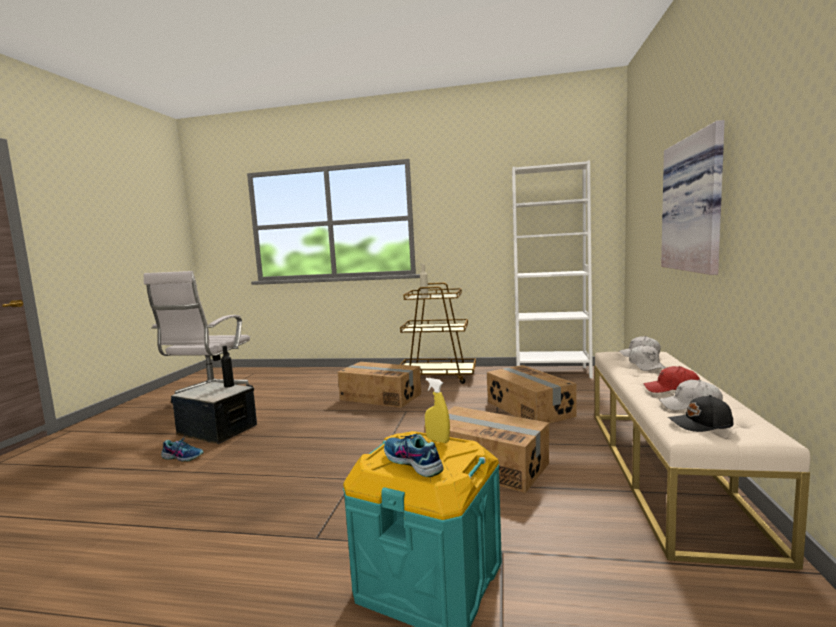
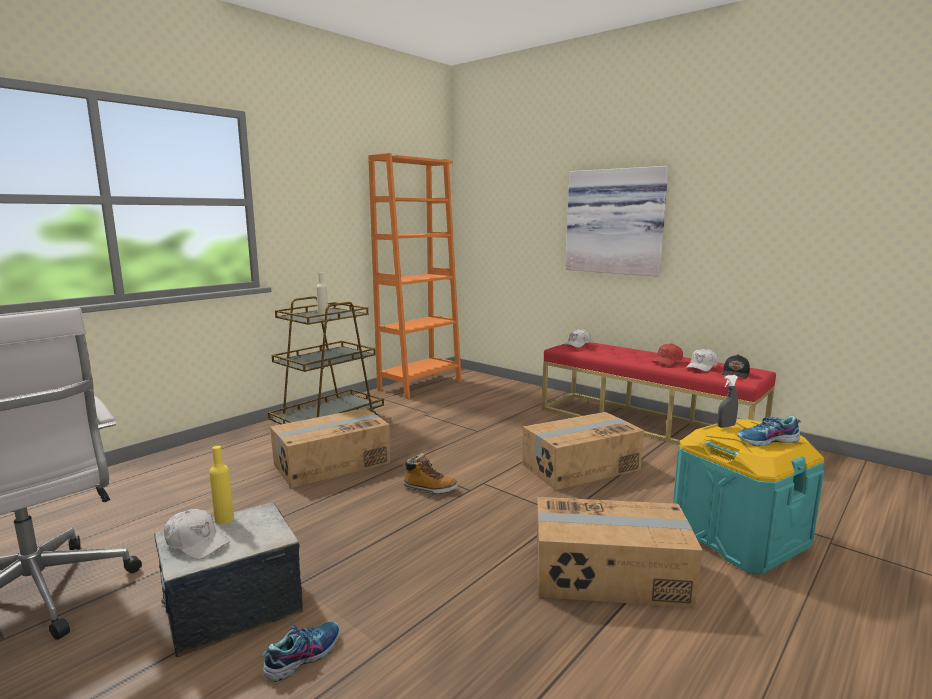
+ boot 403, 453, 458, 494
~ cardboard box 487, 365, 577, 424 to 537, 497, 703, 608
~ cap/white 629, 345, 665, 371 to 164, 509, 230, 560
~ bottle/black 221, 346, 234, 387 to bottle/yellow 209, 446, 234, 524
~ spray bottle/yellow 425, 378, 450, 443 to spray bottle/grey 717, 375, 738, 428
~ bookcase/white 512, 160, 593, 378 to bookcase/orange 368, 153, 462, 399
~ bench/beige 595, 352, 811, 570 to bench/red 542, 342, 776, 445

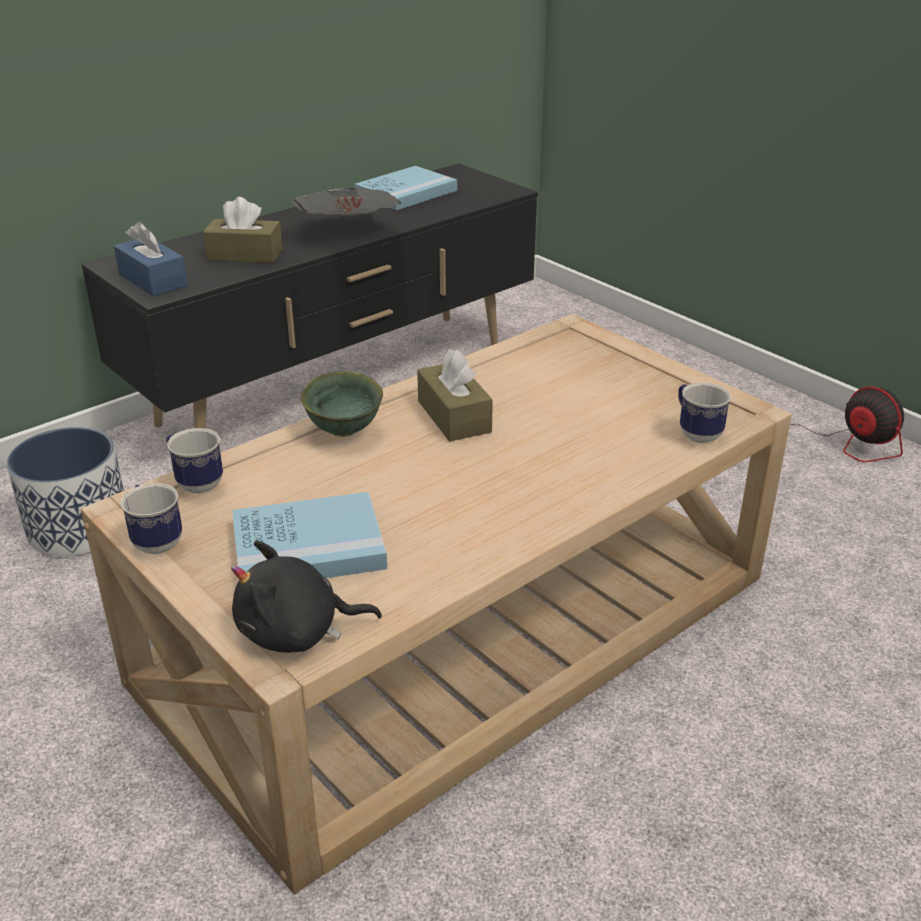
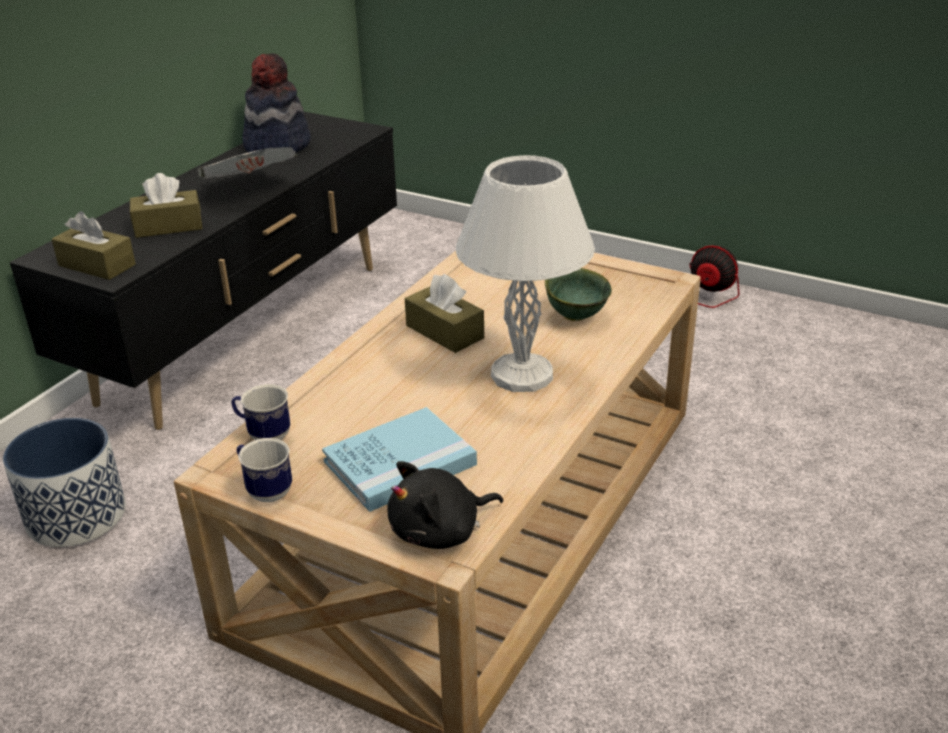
- mug 678, 382, 731, 443
+ table lamp/white 456, 155, 595, 392
~ bowl/green 301, 372, 383, 437 to 545, 268, 612, 321
~ book/blue 355, 166, 457, 210 to hat 243, 53, 311, 153
~ tissue box/blue 114, 222, 187, 296 to tissue box/brown 52, 211, 136, 280

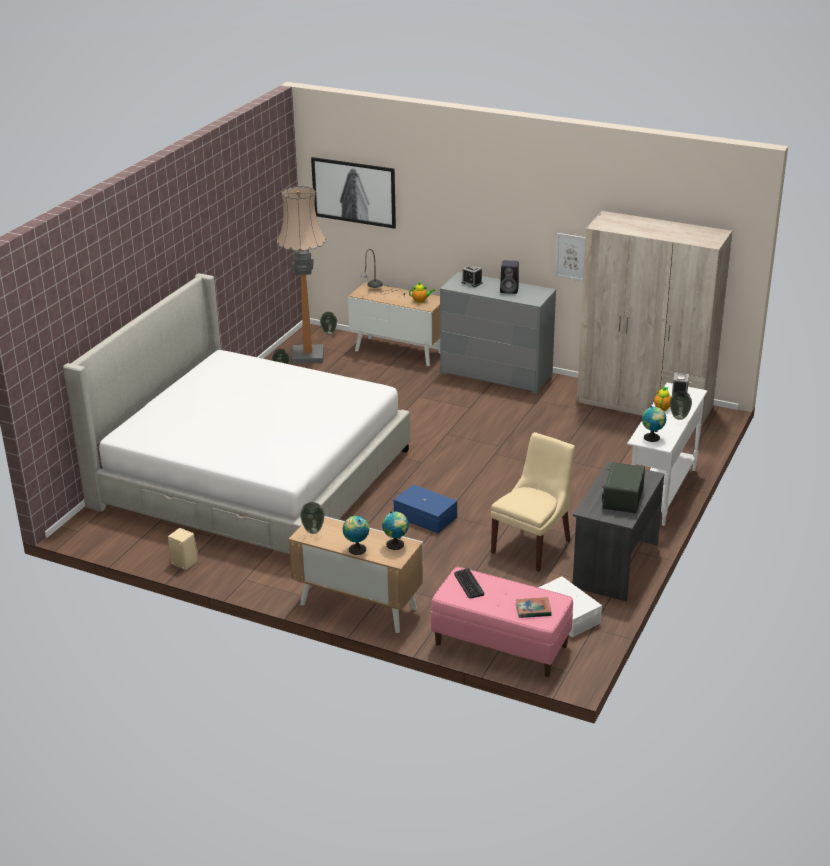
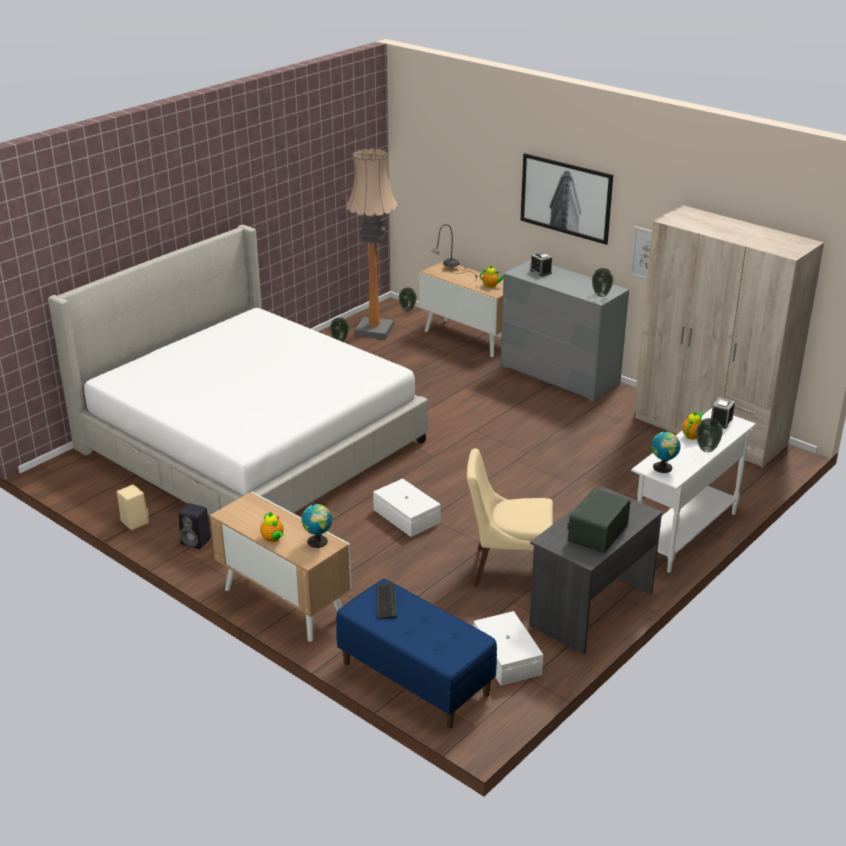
- book 516, 597, 552, 618
~ vase 300, 502, 325, 534 to 592, 268, 614, 297
~ picture 311, 157, 396, 229 to 520, 153, 613, 245
~ speaker/black 500, 260, 519, 294 to 179, 503, 211, 549
~ globe 343, 516, 369, 555 to teapot 260, 512, 284, 543
~ storage box/blue 393, 485, 457, 533 to storage box/white 373, 478, 441, 537
~ bench/pink 431, 567, 573, 677 to bench/blue 336, 579, 497, 728
~ chair/beige 491, 432, 575, 572 = 467, 448, 553, 587 135 degrees counterclockwise

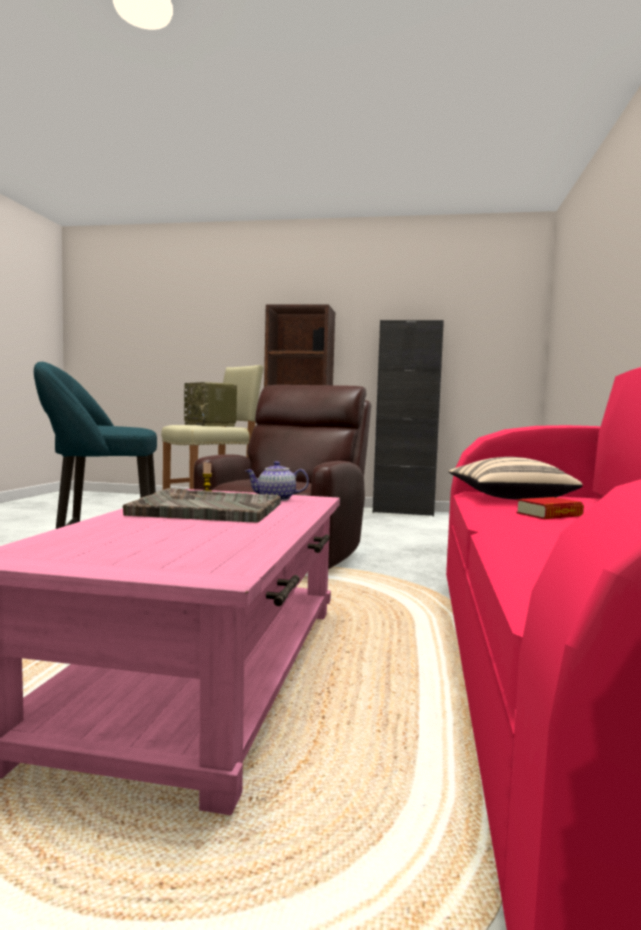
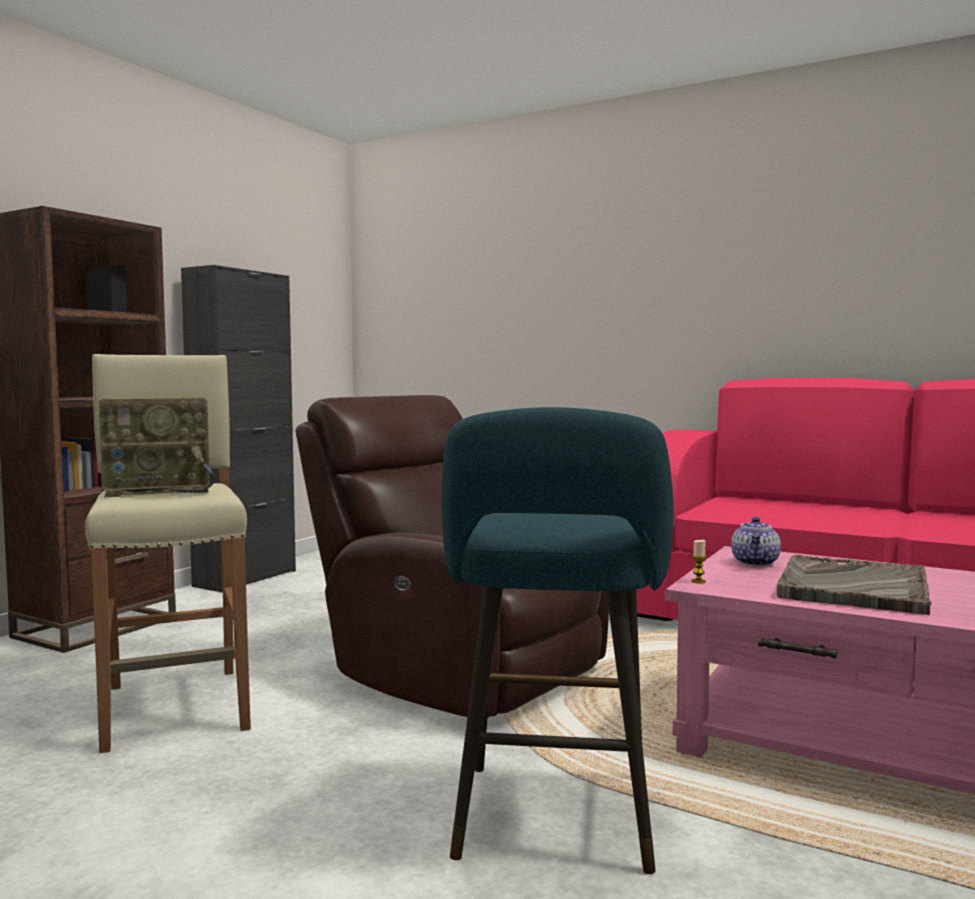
- pillow/beige 449, 457, 583, 500
- book 517, 497, 584, 519

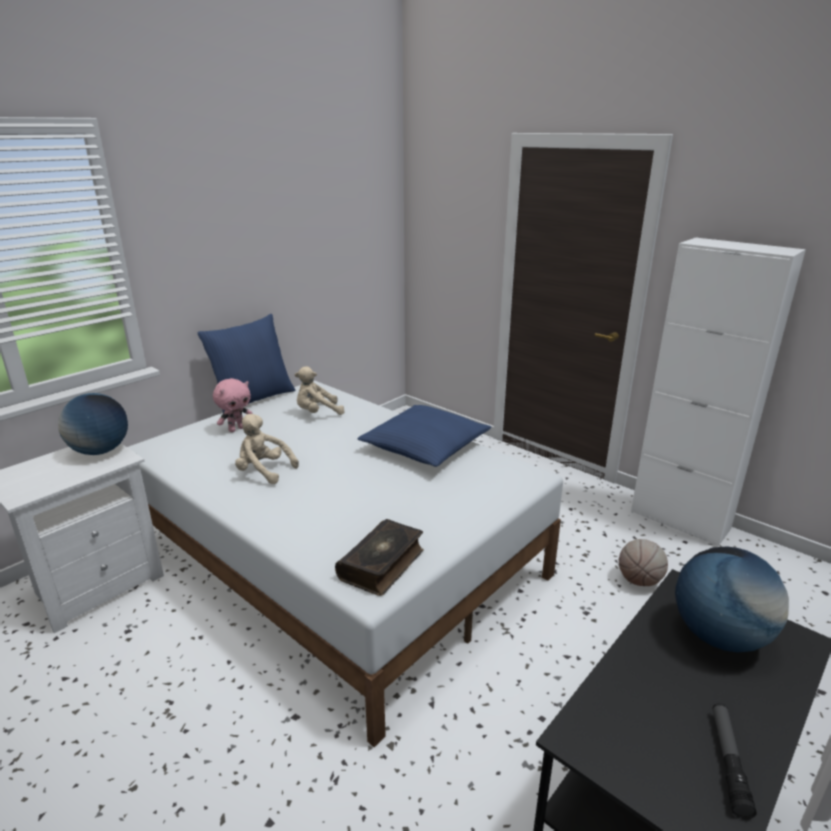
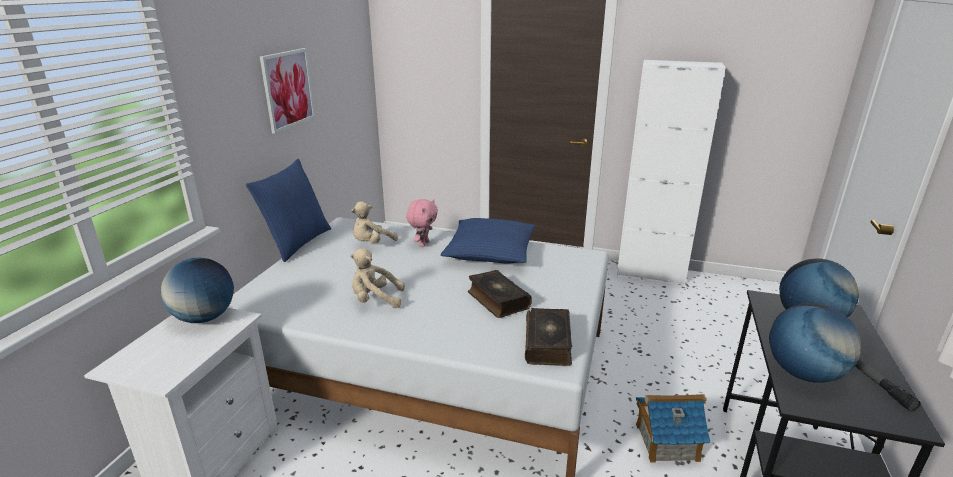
- basketball 619, 539, 668, 586
+ picture 260, 48, 315, 134
+ book 468, 270, 532, 318
+ toy house 636, 394, 710, 463
+ globe 769, 303, 861, 383
~ plush toy/pink 213, 378, 253, 432 to 406, 199, 438, 247

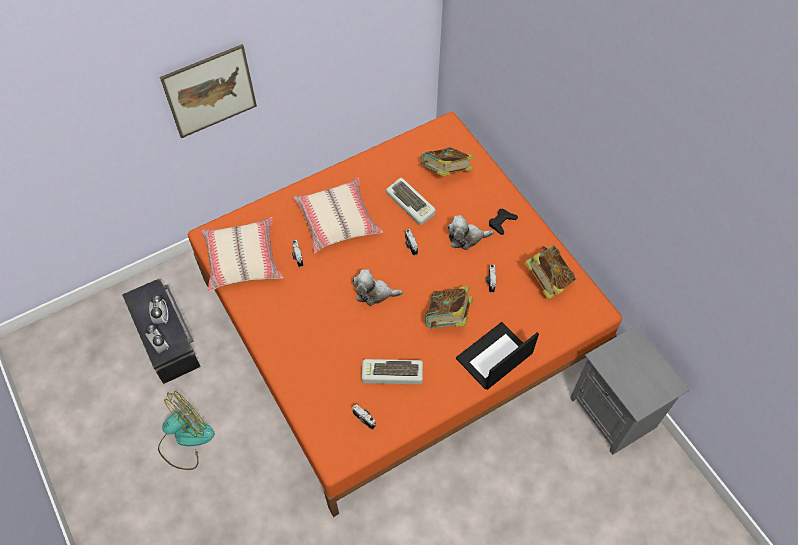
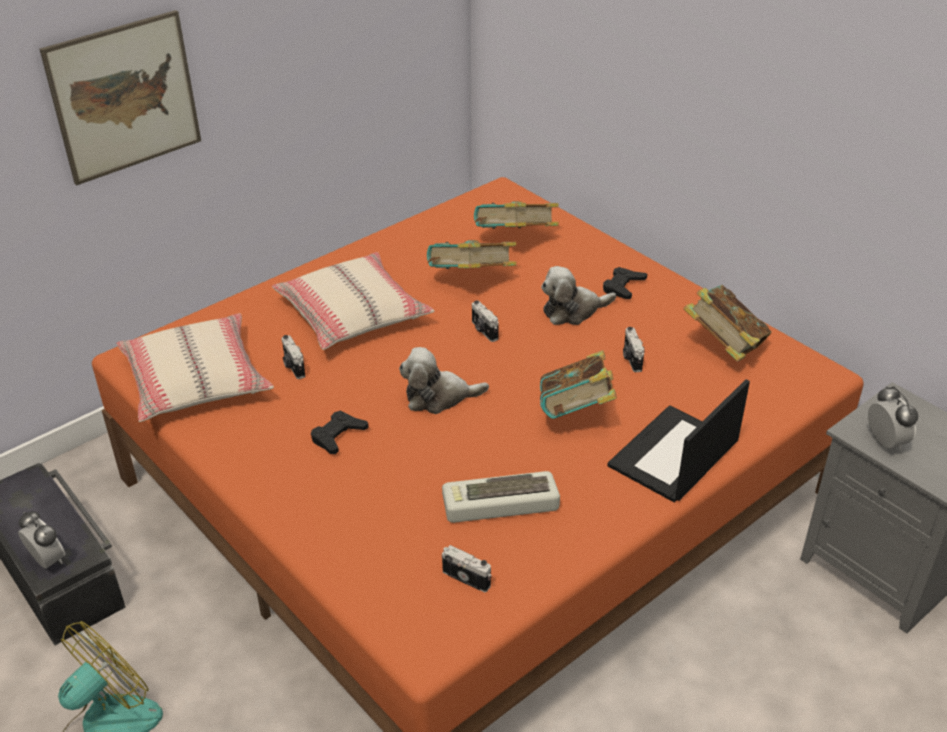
+ game controller/black 311, 411, 369, 454
~ alarm clock 149, 295, 168, 324 to 868, 386, 918, 450
~ keyboard 386, 178, 436, 225 to book 427, 240, 517, 269

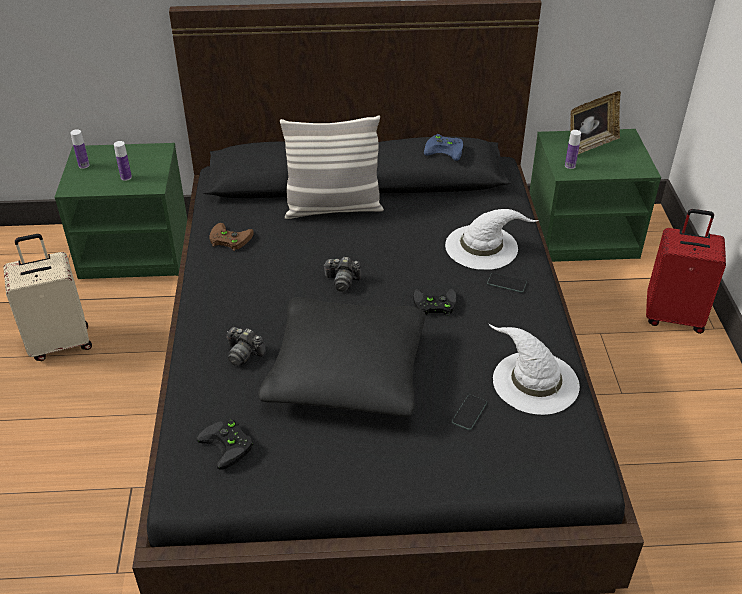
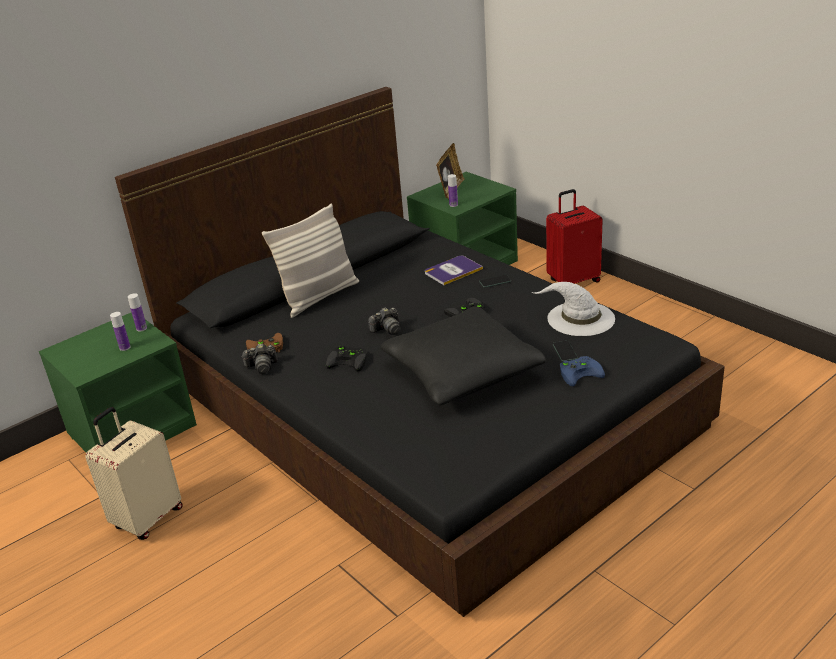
~ bottle 70, 129, 90, 169 to 128, 293, 147, 332
~ game controller/black 197, 419, 253, 470 to 326, 345, 366, 372
~ photo camera 227, 327, 266, 366 to 241, 344, 278, 374
~ game controller/blue 424, 134, 463, 161 to 560, 356, 605, 386
~ hat/white 445, 209, 539, 270 to book 425, 256, 483, 285

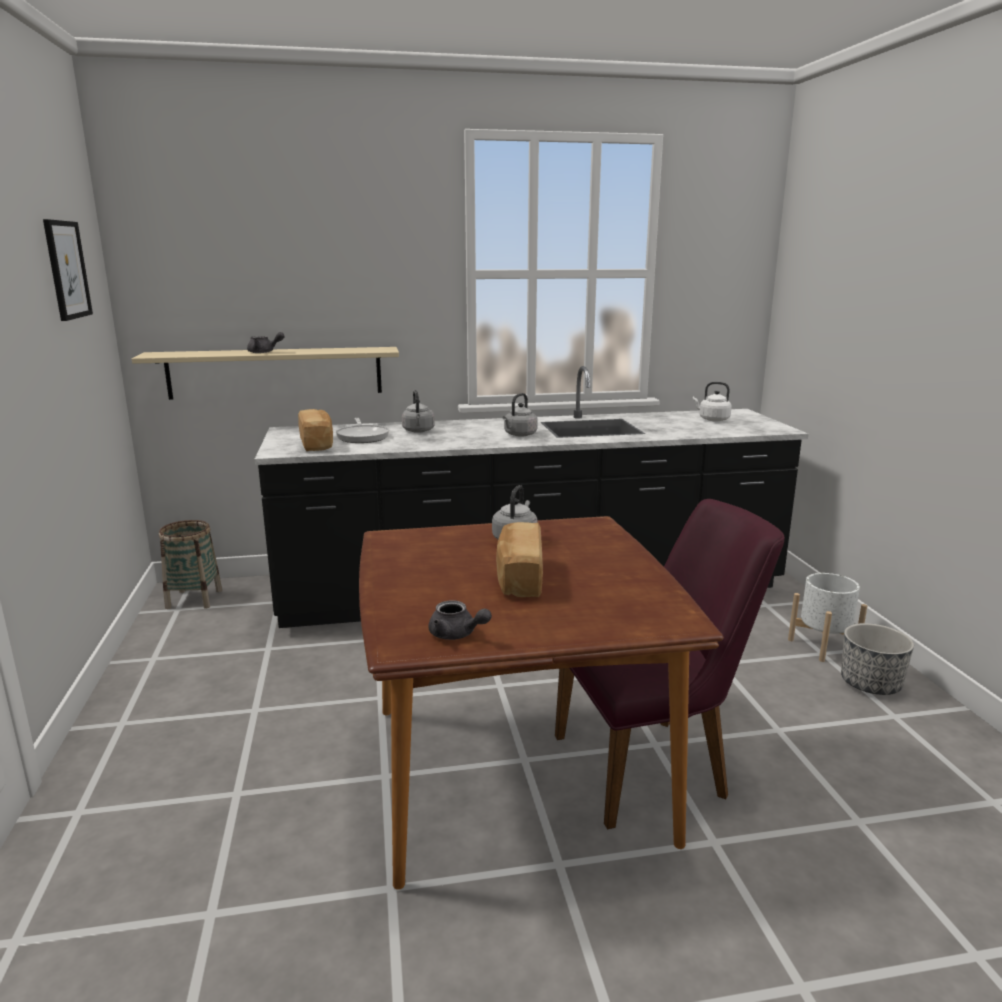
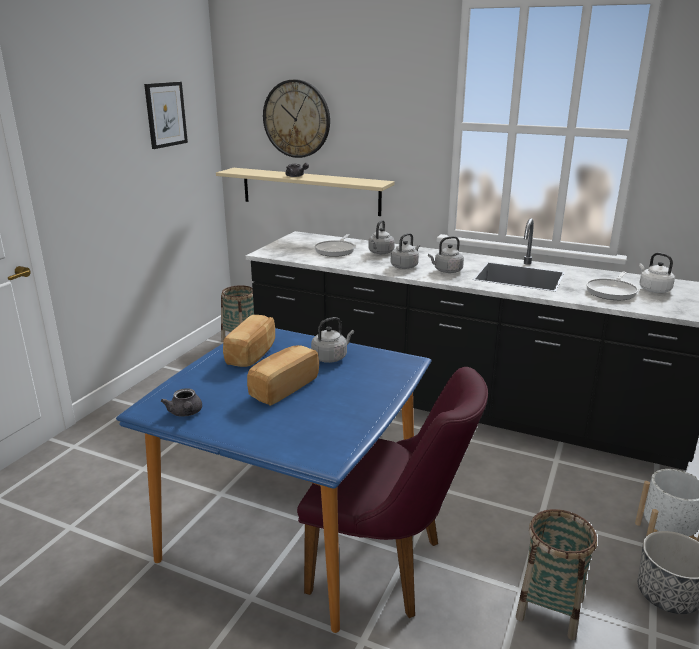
+ wall clock 263, 79, 330, 158
+ kettle/grey 391, 233, 420, 269
+ basket 516, 509, 597, 640
+ frying pan 586, 272, 638, 300
~ bread 298, 409, 333, 451 to 223, 315, 275, 367
~ dining table/brown 359, 516, 724, 890 to dining table/blue 116, 328, 432, 633

